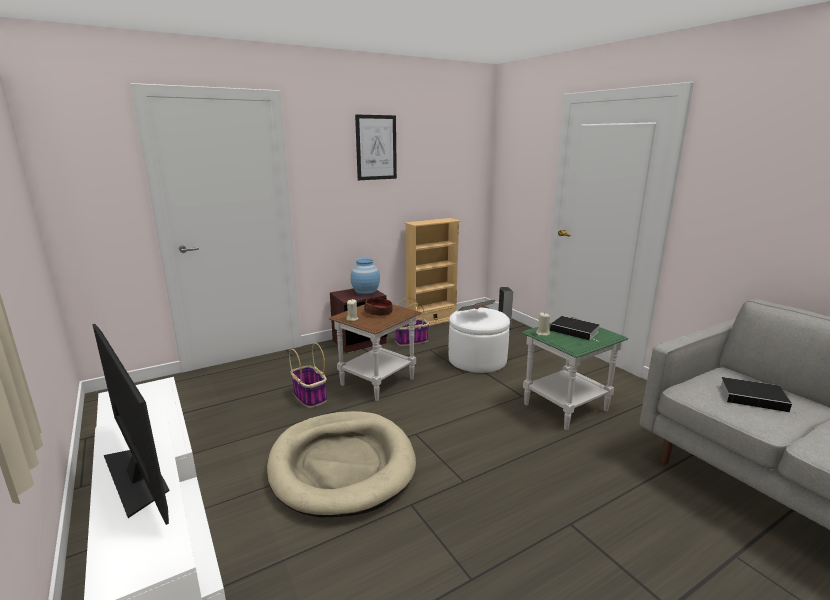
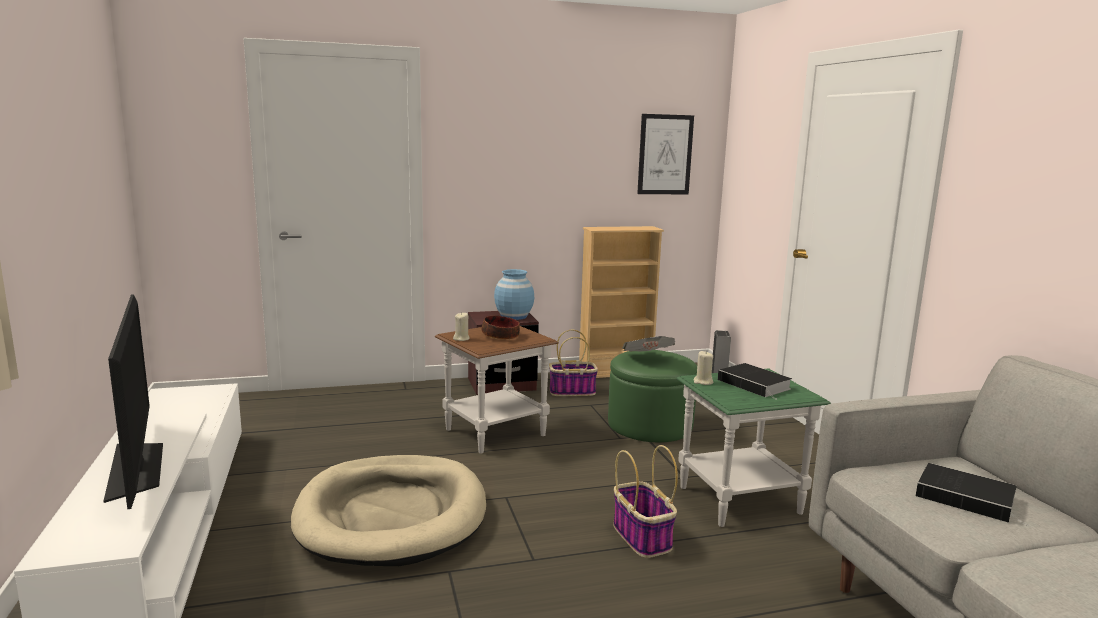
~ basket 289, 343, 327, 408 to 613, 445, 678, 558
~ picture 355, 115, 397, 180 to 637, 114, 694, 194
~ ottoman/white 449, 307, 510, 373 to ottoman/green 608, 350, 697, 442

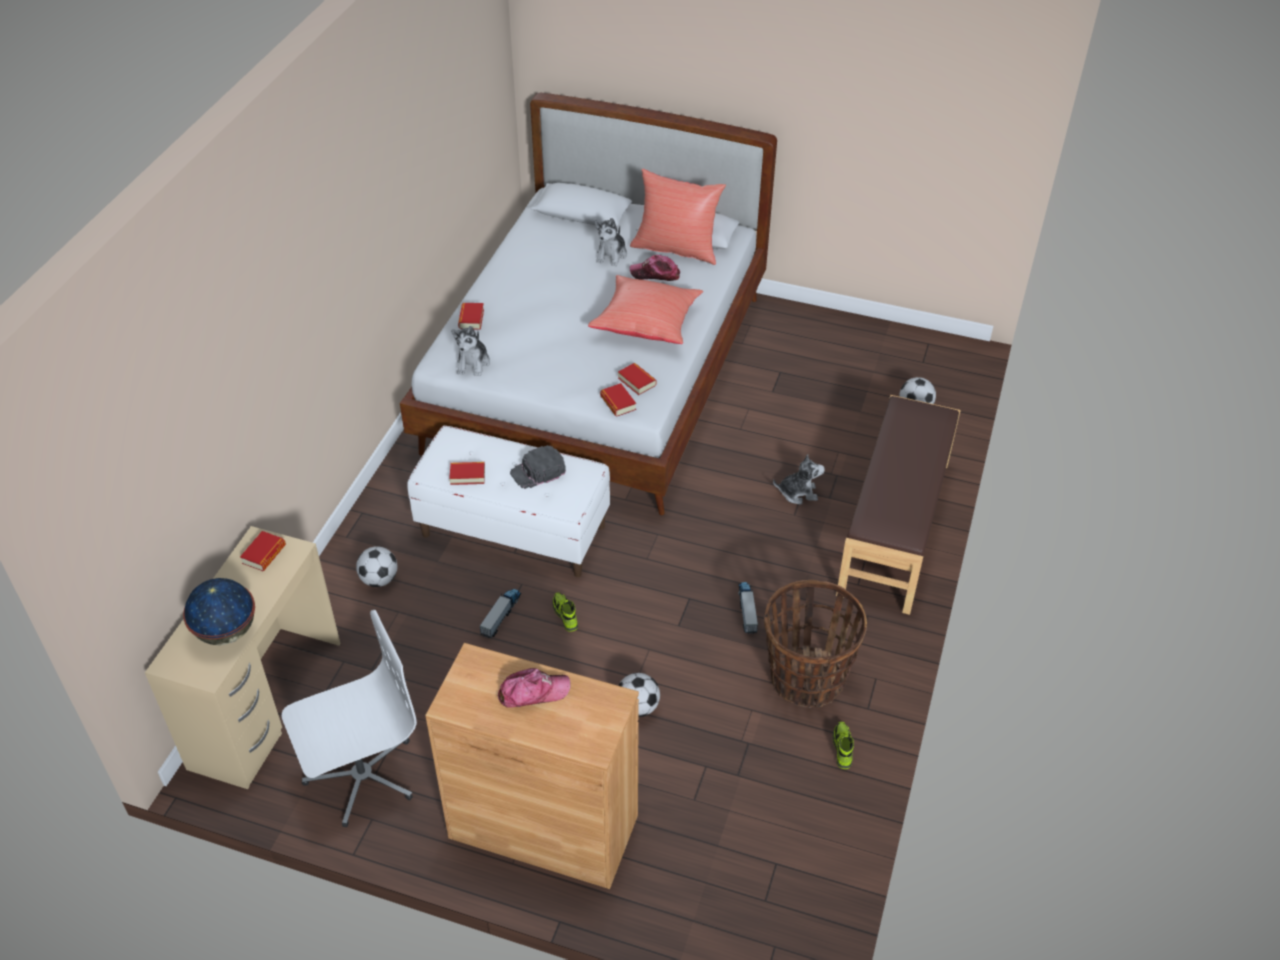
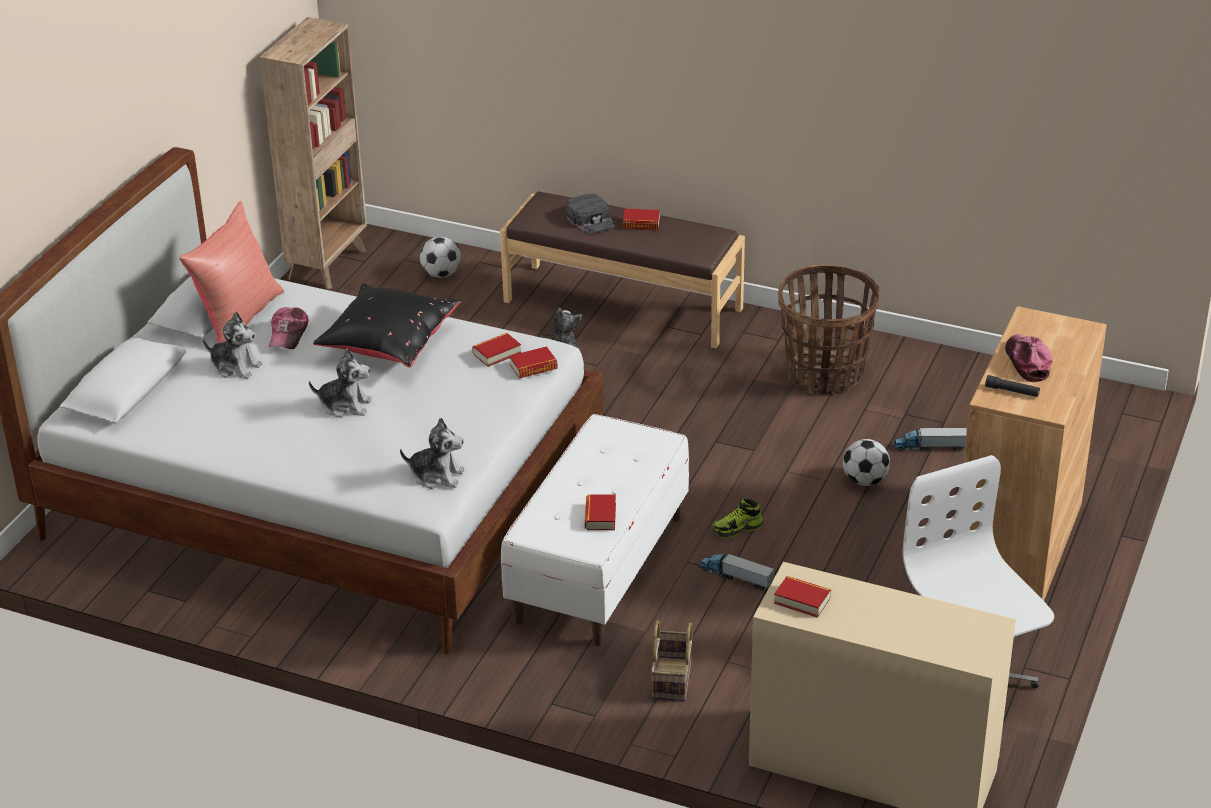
- globe 183, 578, 255, 646
- shoe 833, 721, 854, 769
+ bookcase/brown 260, 17, 367, 289
+ plush toy 309, 348, 372, 418
+ flashlight/black 985, 375, 1040, 397
~ book 458, 303, 484, 330 to 623, 209, 660, 230
~ cap/black 510, 445, 566, 489 to 565, 193, 615, 235
~ toy truck 738, 582, 758, 634 to 894, 427, 967, 451
~ football 356, 546, 397, 587 to basket 651, 620, 693, 701
~ pillow/red 588, 275, 703, 344 to pillow/black 313, 283, 461, 367

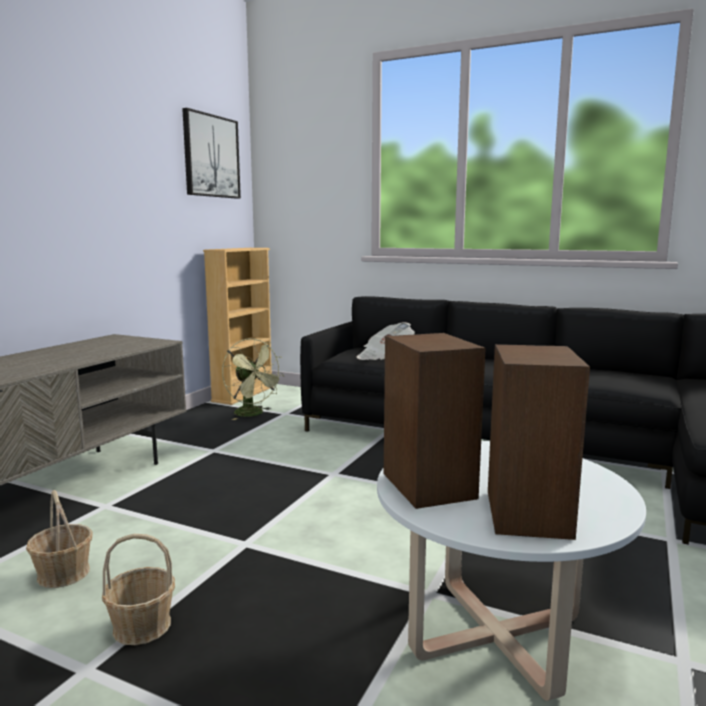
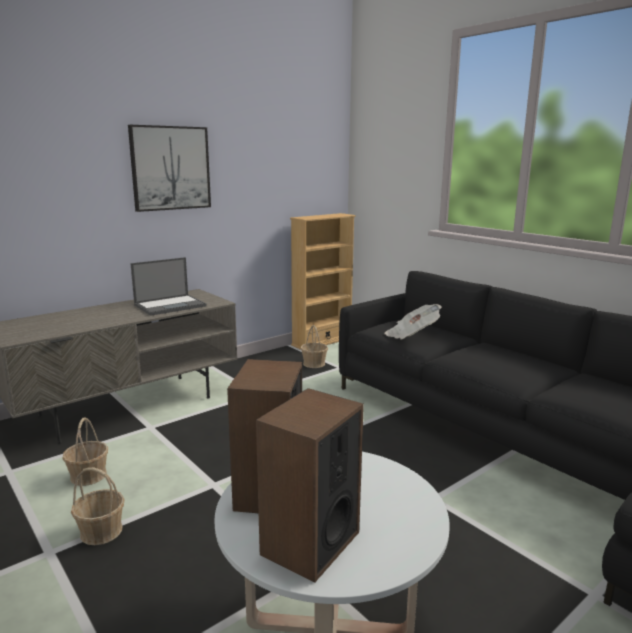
+ laptop 130, 257, 206, 316
~ picture 182, 108, 241, 199 to 128, 125, 211, 212
~ fan/green 222, 338, 285, 420 to basket 301, 325, 328, 368

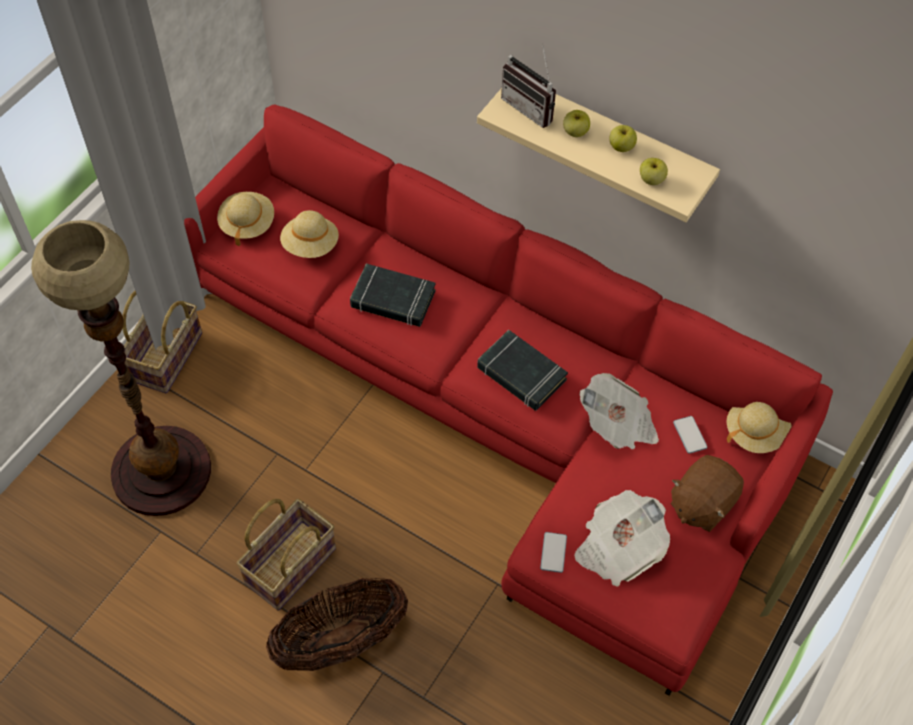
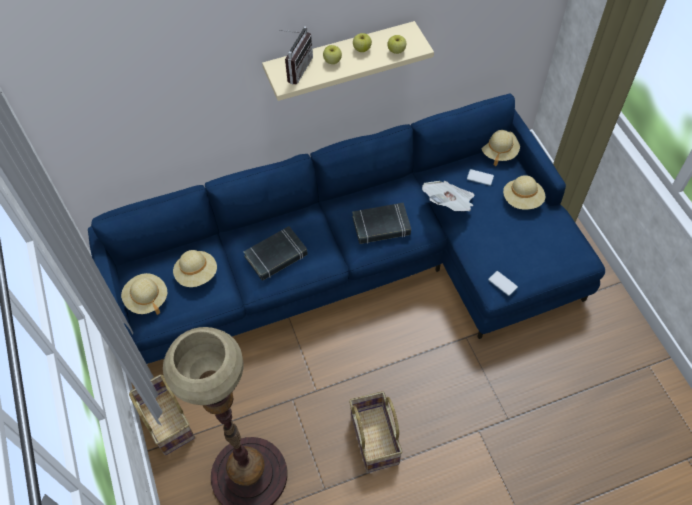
- basket 266, 578, 408, 671
- newspaper 574, 490, 670, 587
~ plush toy/brown 671, 455, 744, 532 to hat/beige 503, 175, 545, 210
~ sofa/red 184, 105, 833, 696 to sofa/blue 88, 93, 605, 364
~ radio 501, 43, 556, 128 = 279, 26, 313, 84 60 degrees counterclockwise

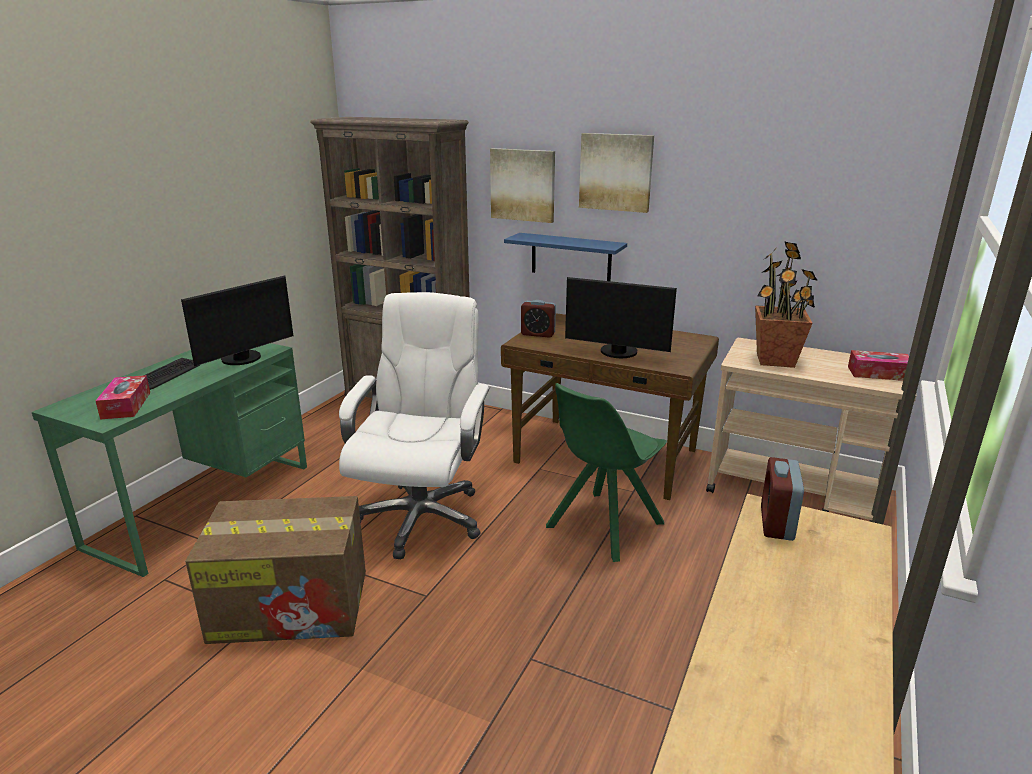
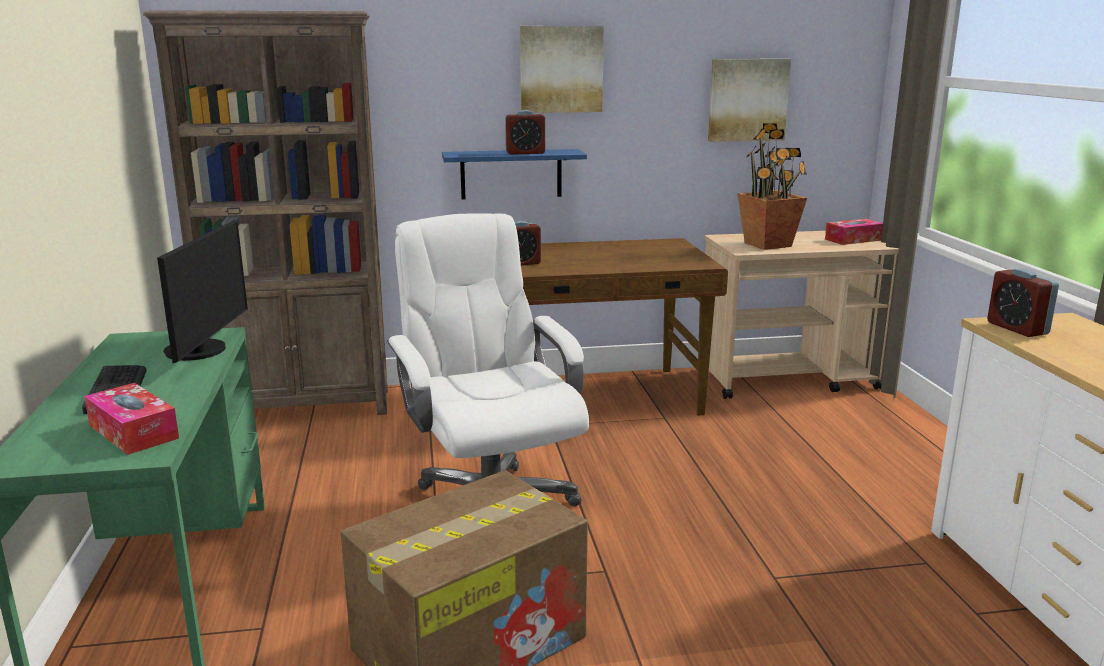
- chair/green 546, 383, 667, 562
- monitor 565, 277, 677, 358
+ alarm clock 505, 110, 545, 155
~ picture 490, 148, 555, 223 to 708, 59, 791, 142

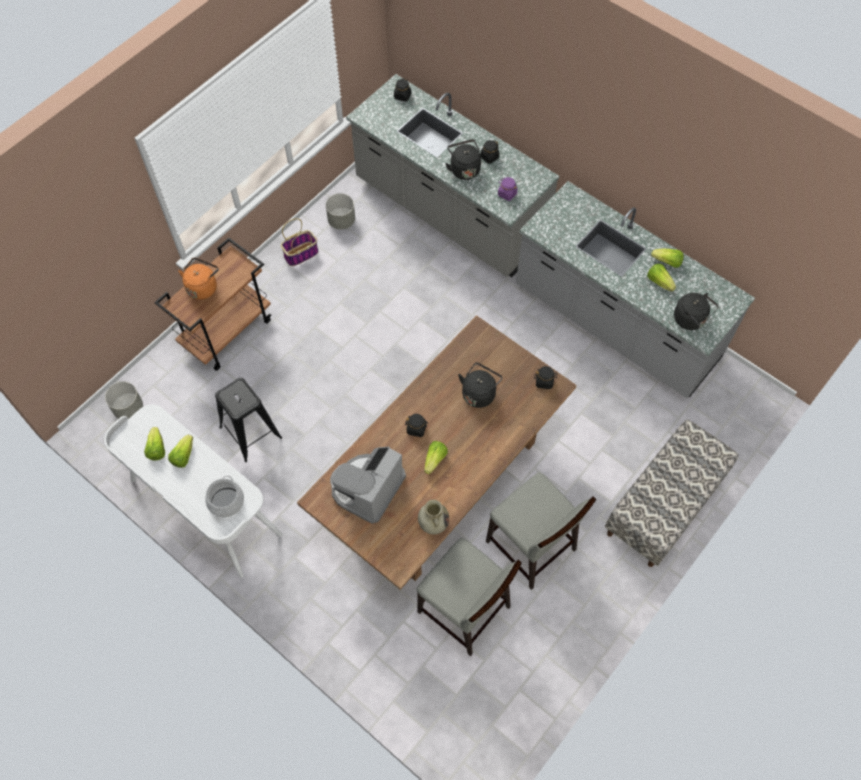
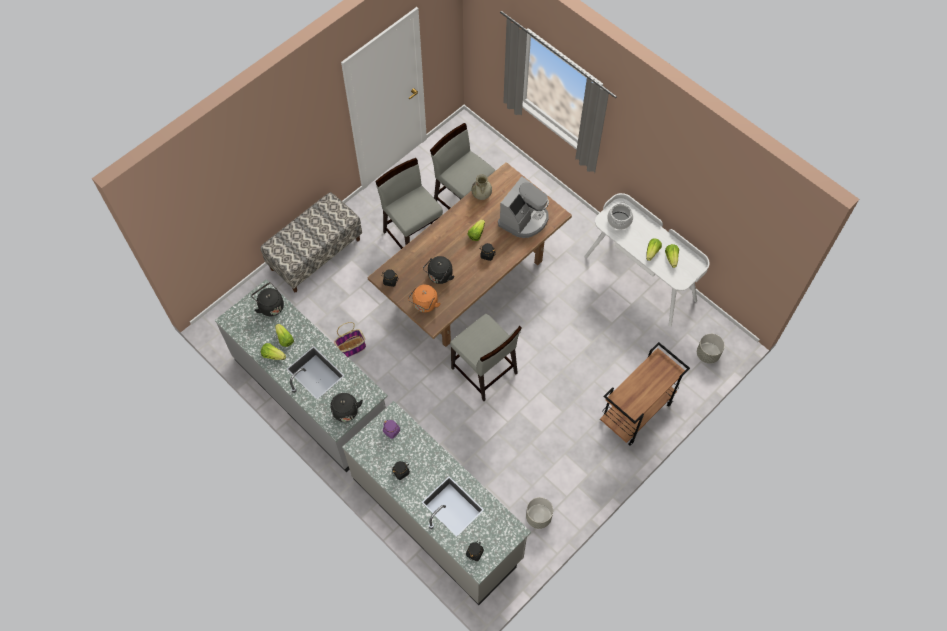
- stool/black 215, 378, 282, 462
+ chair/grey 450, 314, 522, 401
~ kettle/orange 178, 258, 219, 300 to 408, 284, 441, 312
~ basket 281, 218, 319, 266 to 334, 322, 366, 357
~ kettle/black 445, 139, 481, 180 to 330, 393, 363, 422

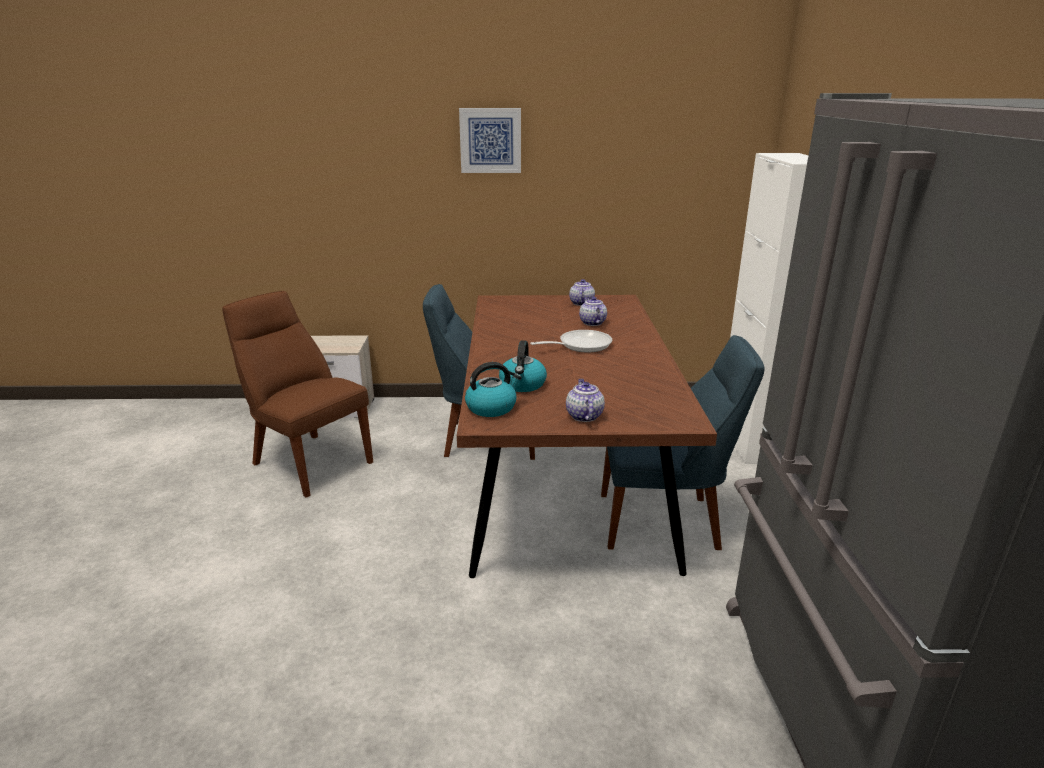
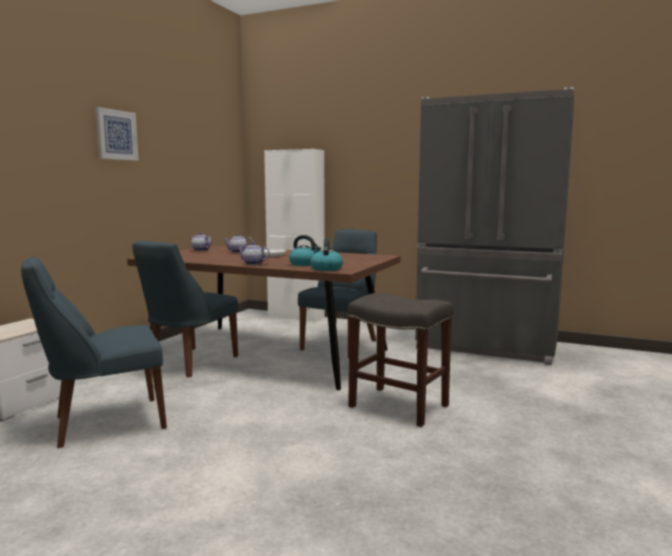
+ stool/grey 348, 293, 454, 427
~ teapot 566, 379, 605, 422 to 237, 242, 270, 265
~ chair/brown 222, 291, 373, 498 to chair/blue 21, 257, 167, 448

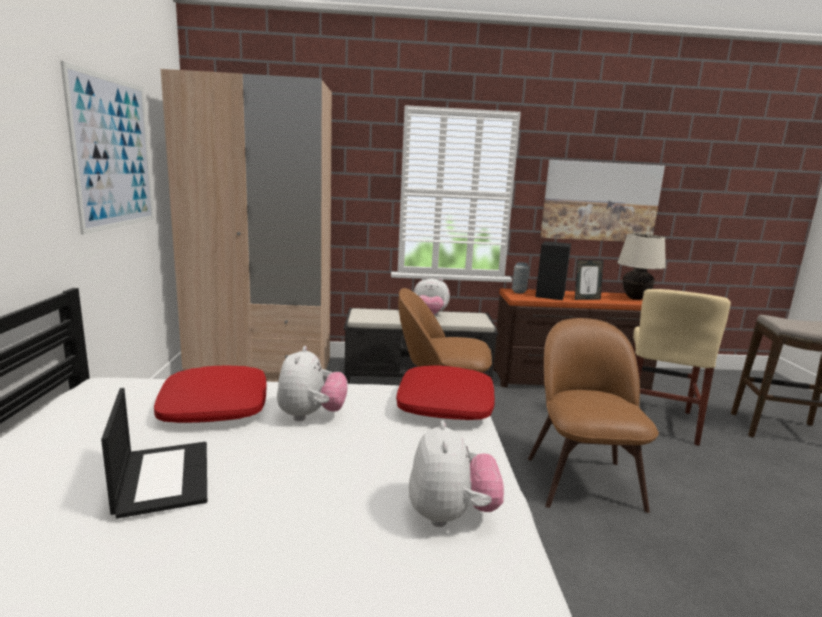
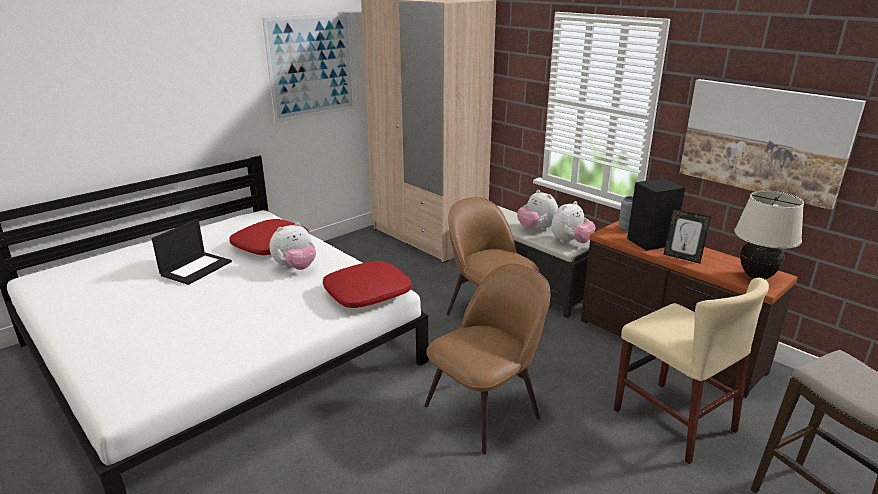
~ plush toy 409, 420, 504, 527 to 551, 201, 596, 243
~ chair/beige 633, 289, 731, 446 = 614, 278, 769, 464 105 degrees counterclockwise

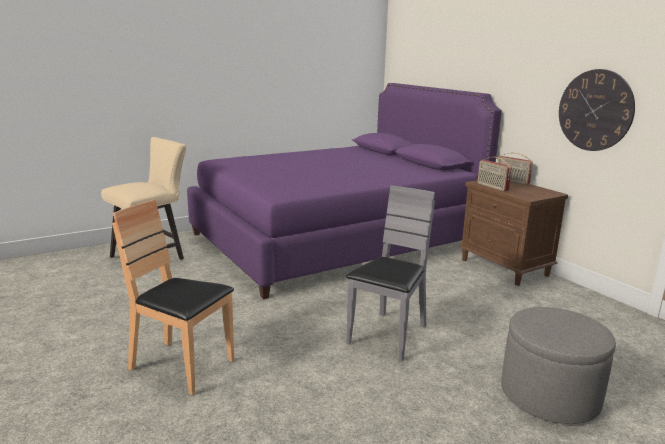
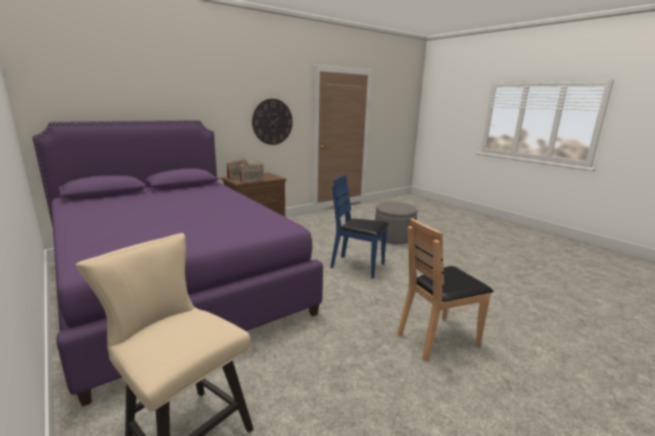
~ chair/grey 346, 185, 435, 361 to chair/blue 330, 175, 389, 279
~ chair/brown 112, 199, 234, 395 = 397, 218, 493, 362 45 degrees clockwise

